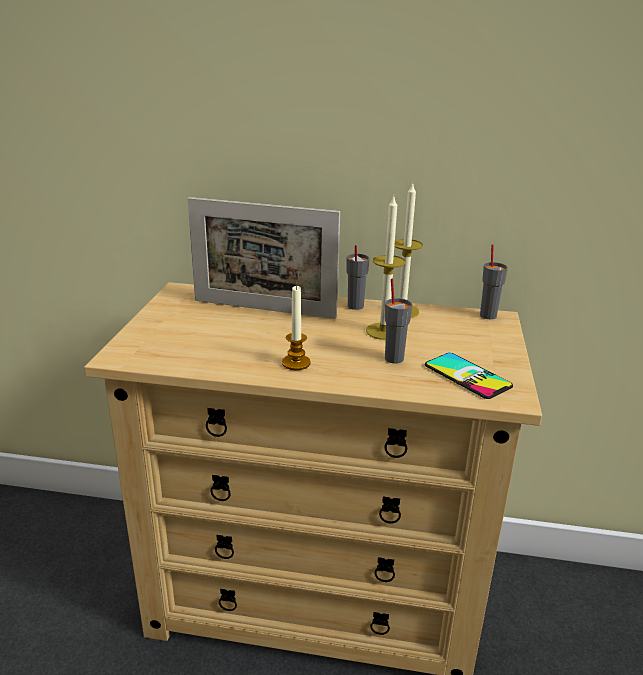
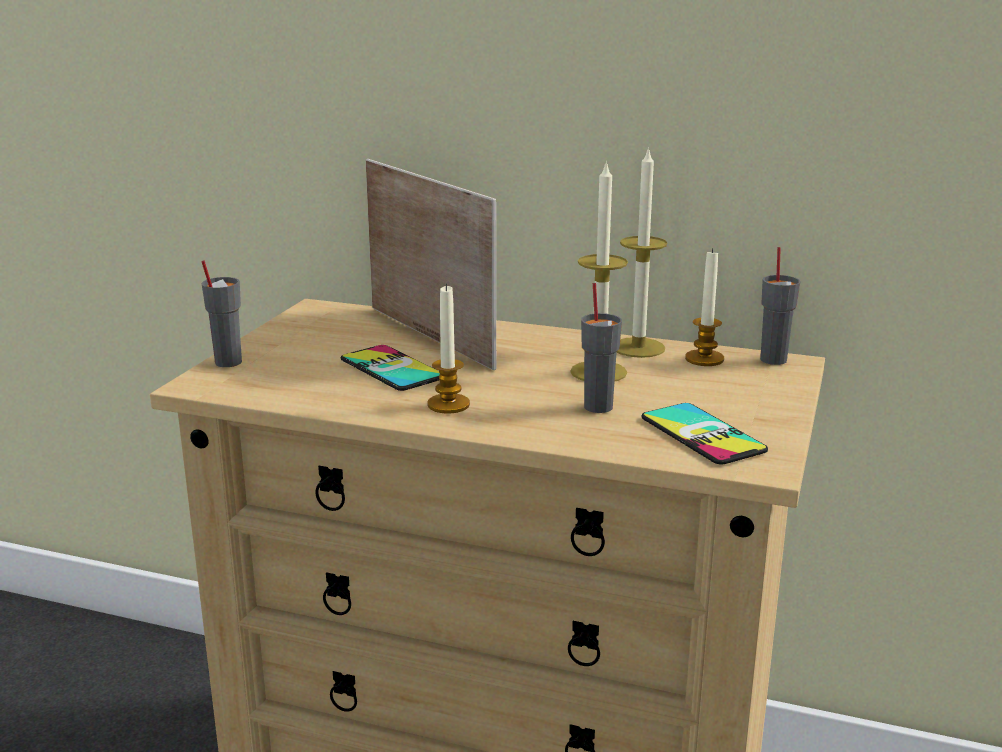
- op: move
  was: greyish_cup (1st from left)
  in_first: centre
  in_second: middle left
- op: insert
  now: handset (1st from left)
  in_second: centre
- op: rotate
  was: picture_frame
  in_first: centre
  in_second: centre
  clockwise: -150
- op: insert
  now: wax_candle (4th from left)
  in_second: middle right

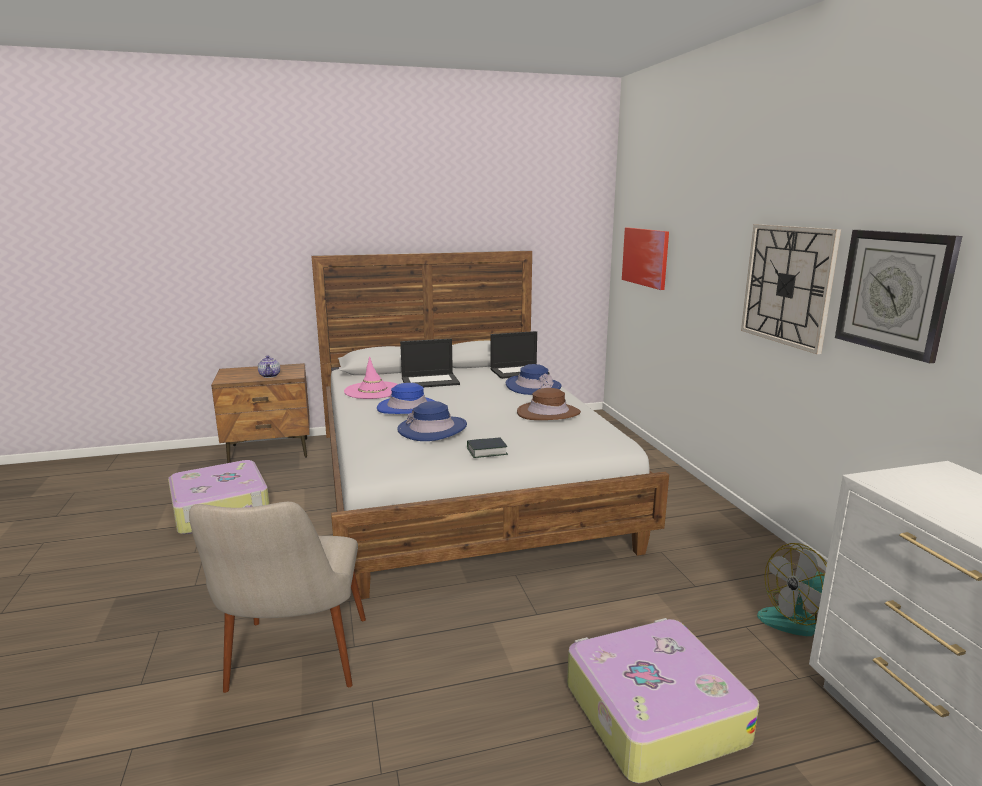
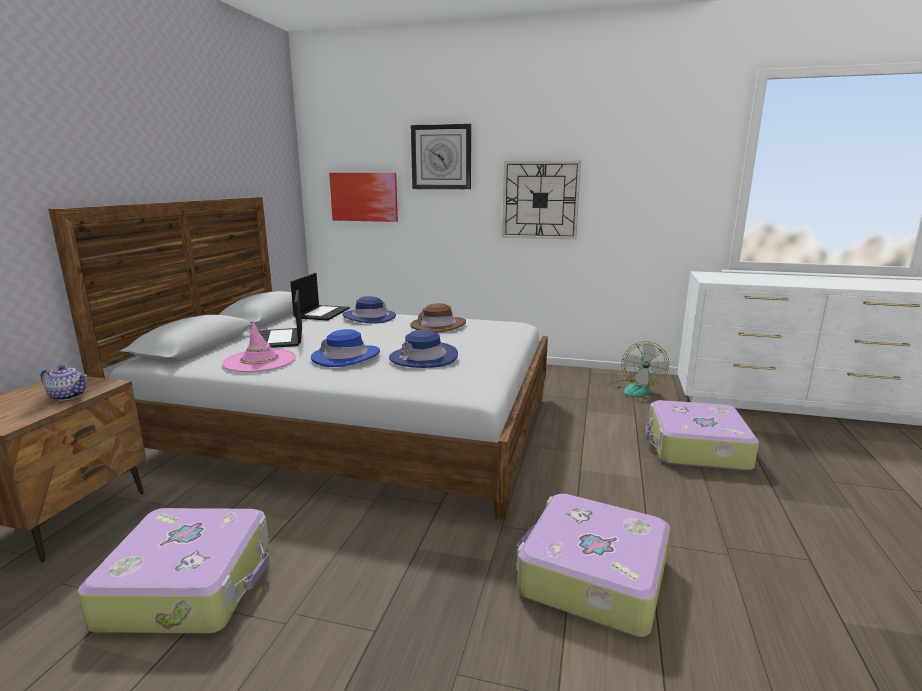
- op: rotate
  was: notebook_computer (1st from left)
  in_first: centre
  in_second: middle left
  clockwise: 150
- op: move
  was: wall_clock (2nd from left in the first image)
  now: wall_clock (1st from left)
  in_first: middle right
  in_second: top centre
- op: replace
  was: sand-coloured_chair
  now: suitcase (2nd from left)
  in_first: bottom left
  in_second: bottom centre
- op: delete
  was: bound_book
  in_first: centre

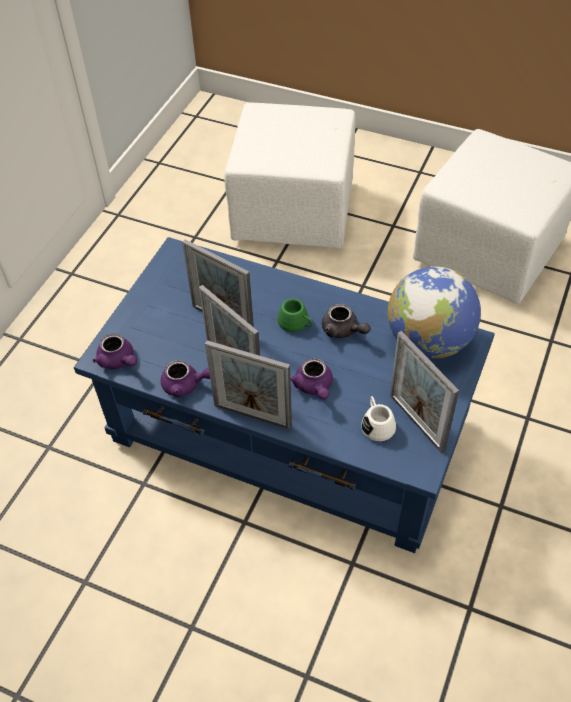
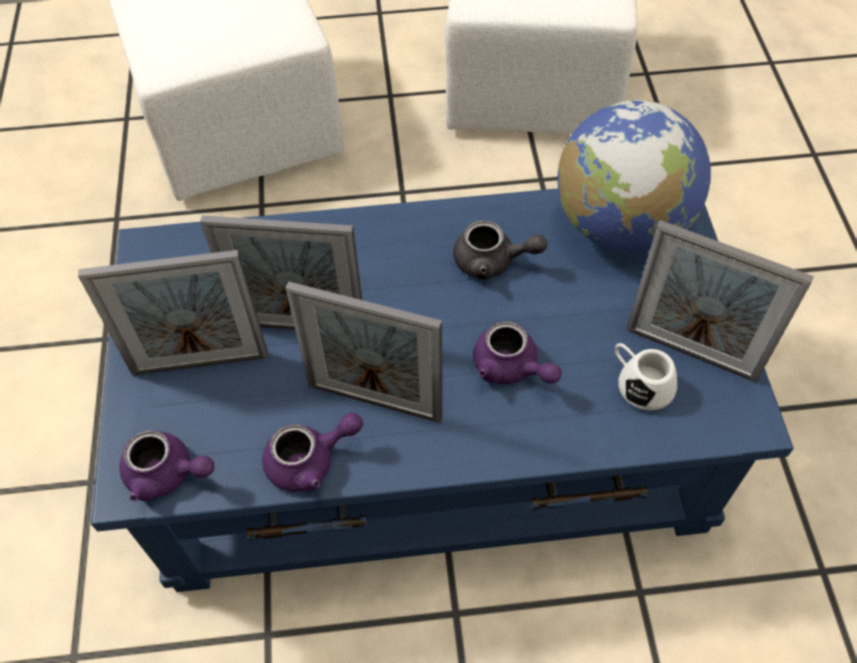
- op: move
  was: picture_frame (3rd from left in the first image)
  now: picture_frame (1st from left)
  in_first: centre
  in_second: middle left
- op: delete
  was: greenish_mug
  in_first: centre

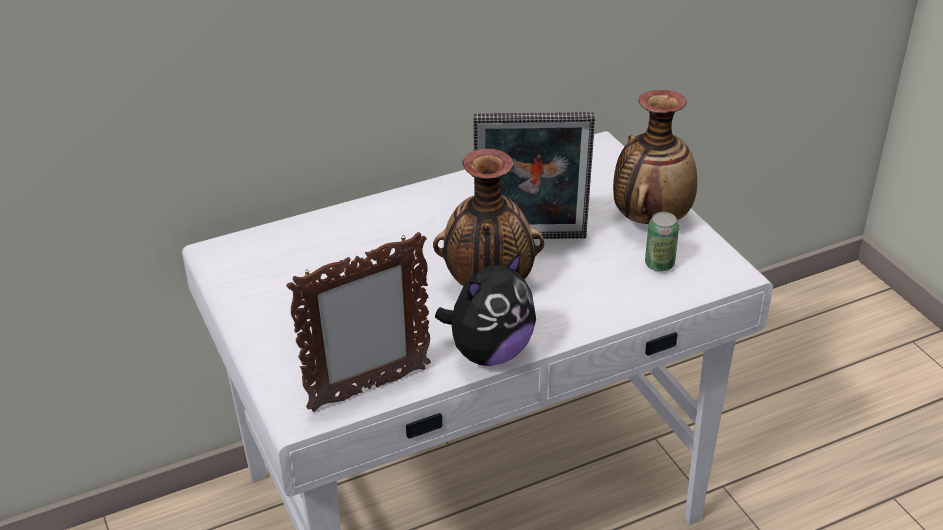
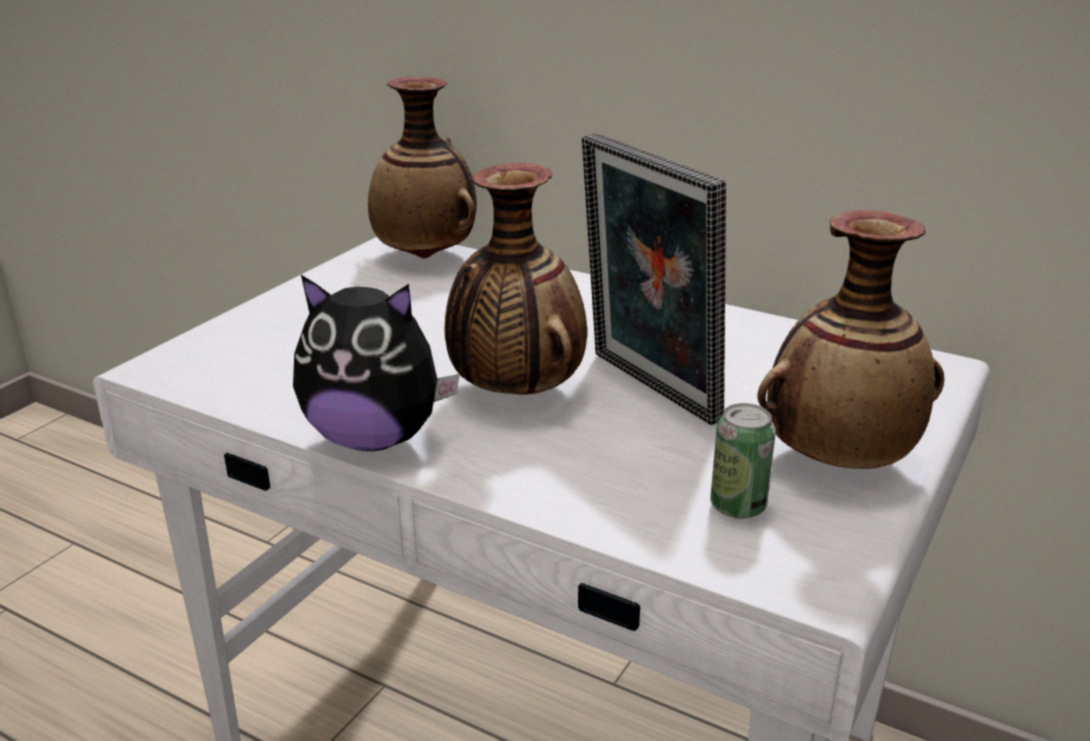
- op: insert
  now: decorative_vase (1st from left)
  in_second: top centre
- op: delete
  was: picture_frame (1st from left)
  in_first: centre

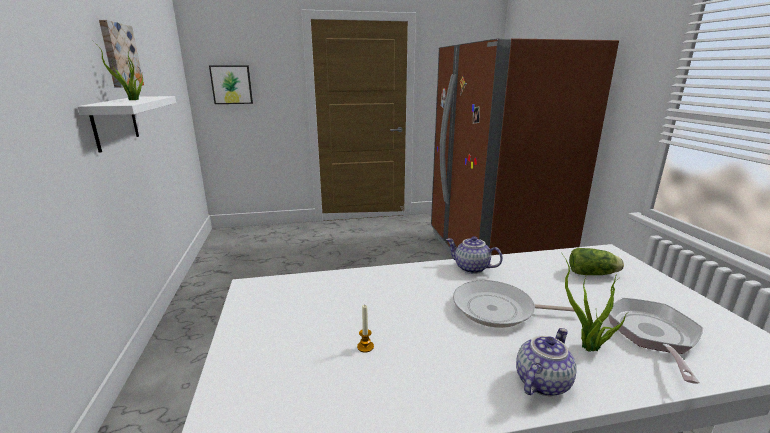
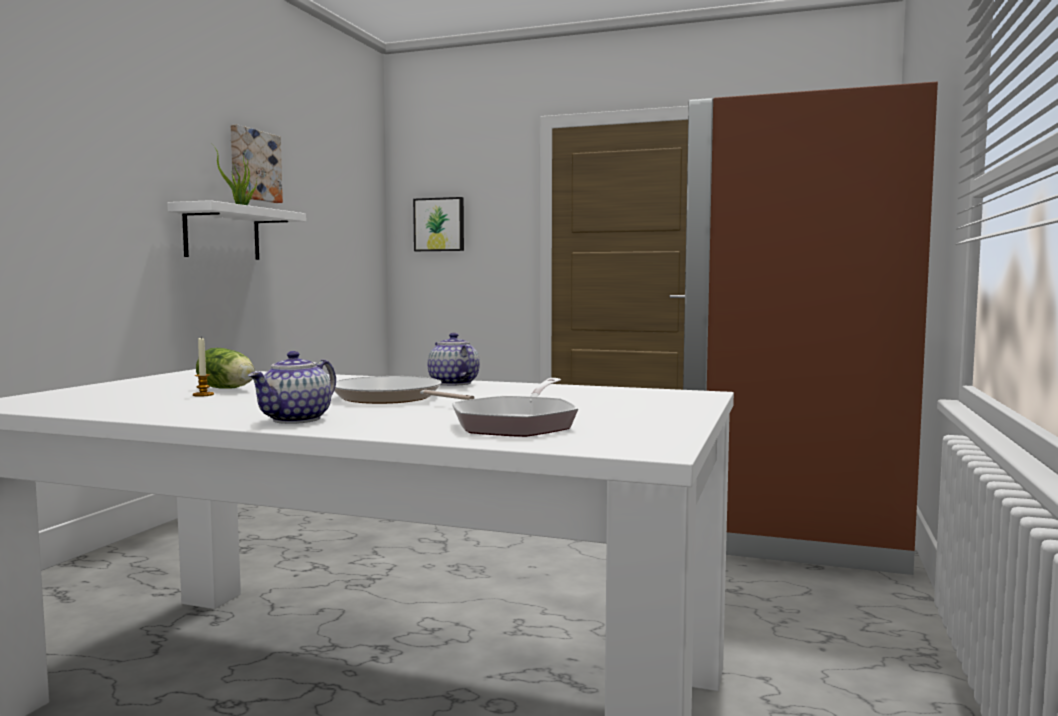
- op: move
  was: lettuce_head
  in_first: middle right
  in_second: middle left
- op: rotate
  was: pot_for_tea (2nd from left in the first image)
  in_first: bottom right
  in_second: middle left
  clockwise: 135
- op: rotate
  was: skillet (2nd from left)
  in_first: bottom right
  in_second: centre
  clockwise: 150
- op: delete
  was: plant_in_a_pot (2nd from left)
  in_first: bottom right

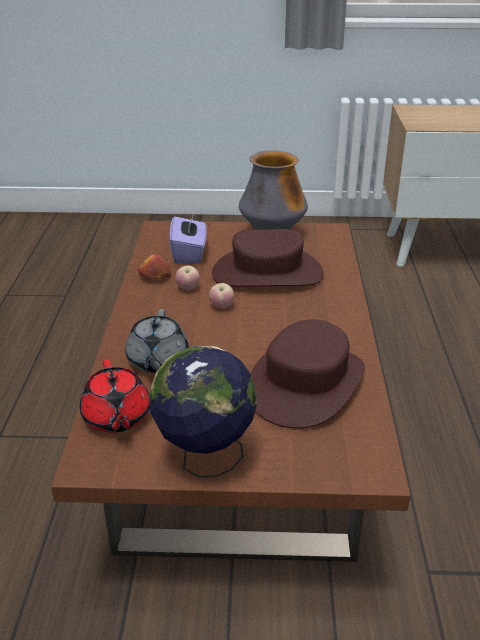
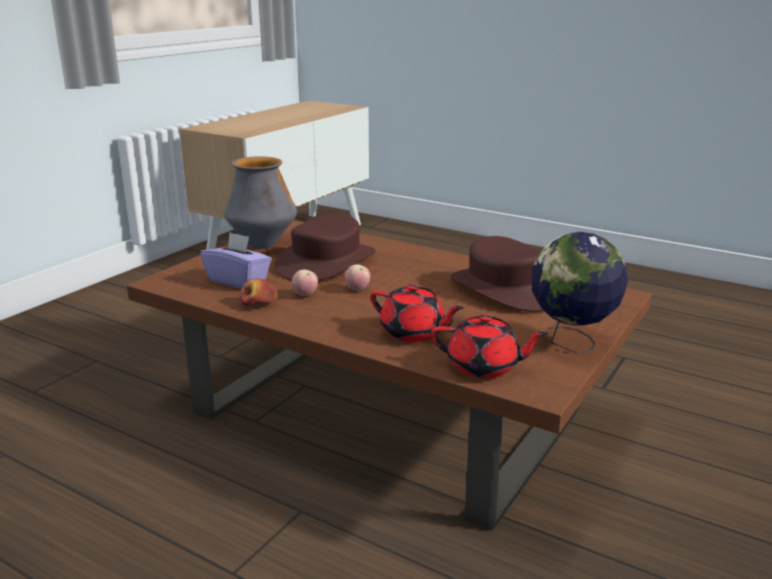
- op: recolor
  was: greyish_pot_for_tea
  now: reddish_pot_for_tea (1st from left)
  in_first: middle left
  in_second: centre

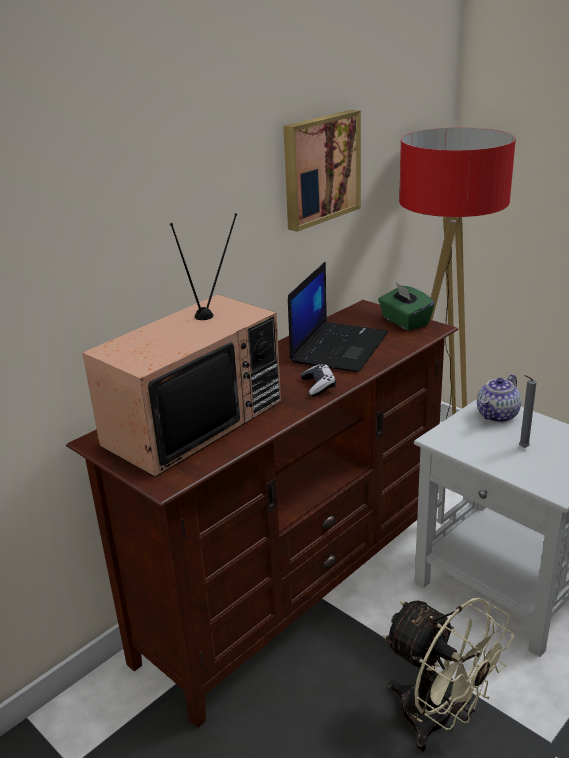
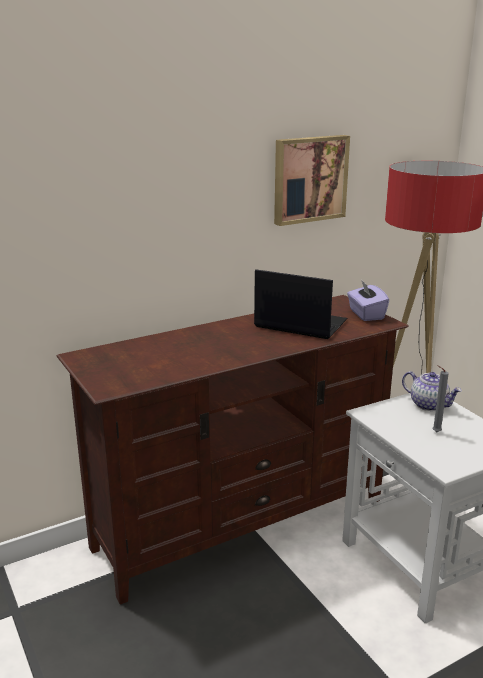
- op: rotate
  was: notebook_computer
  in_first: centre
  in_second: centre
  clockwise: -105
- op: recolor
  was: greenish_tissue_holder
  now: purplish_tissue_holder
  in_first: middle right
  in_second: middle right
- op: rotate
  was: pot_for_tea
  in_first: middle right
  in_second: middle right
  clockwise: -105
- op: delete
  was: TV_set
  in_first: middle left
- op: delete
  was: gamepad
  in_first: centre
- op: delete
  was: sand-coloured_electric_fan
  in_first: bottom right

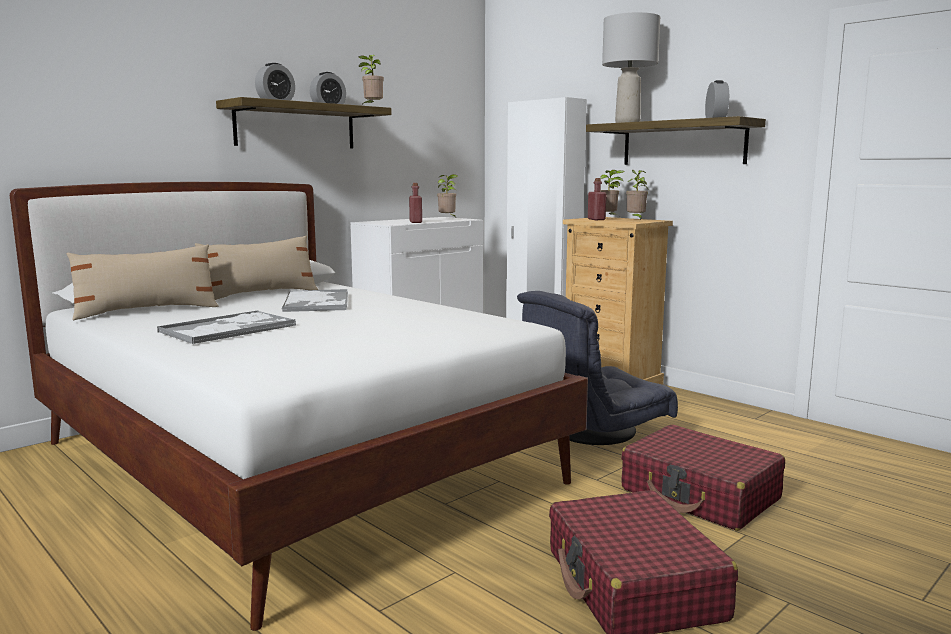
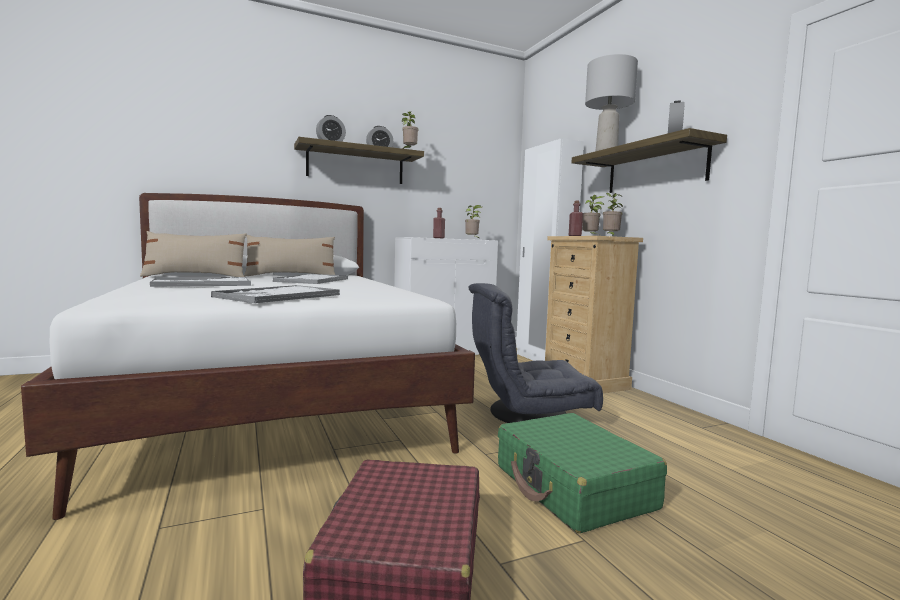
- op: insert
  now: tray (2nd from left)
  in_second: middle left
- op: recolor
  was: reddish_suitcase (2nd from left)
  now: greenish_suitcase
  in_first: bottom right
  in_second: bottom centre

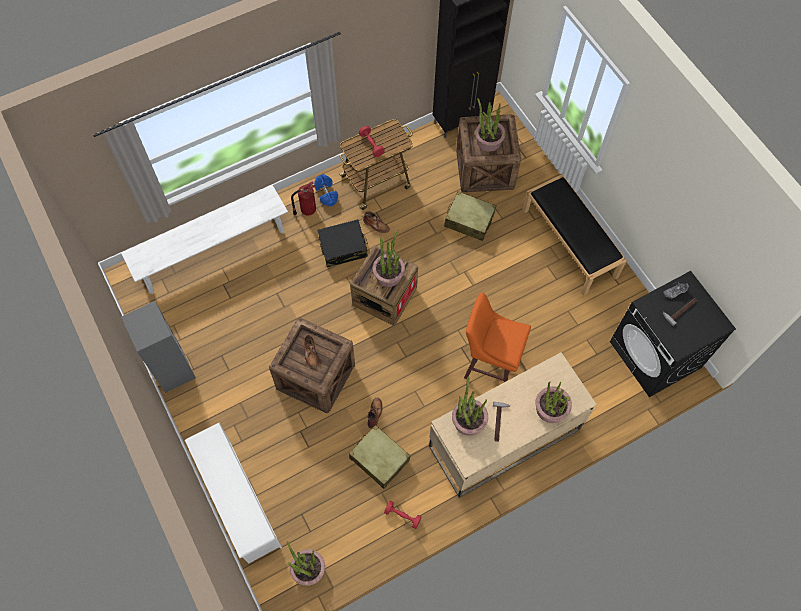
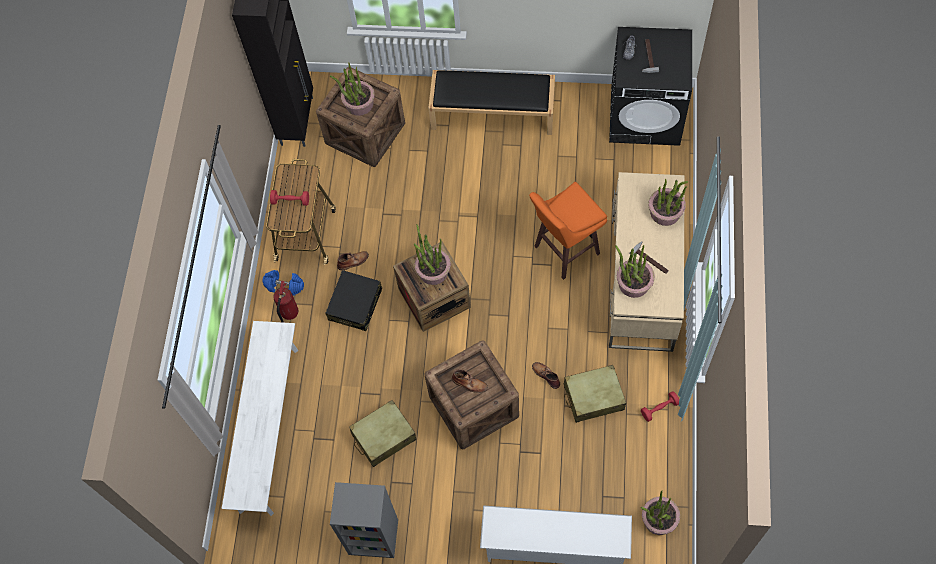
- op: move
  was: sand-coloured_suitcase (2nd from left in the first image)
  now: sand-coloured_suitcase (1st from left)
  in_first: centre
  in_second: bottom centre

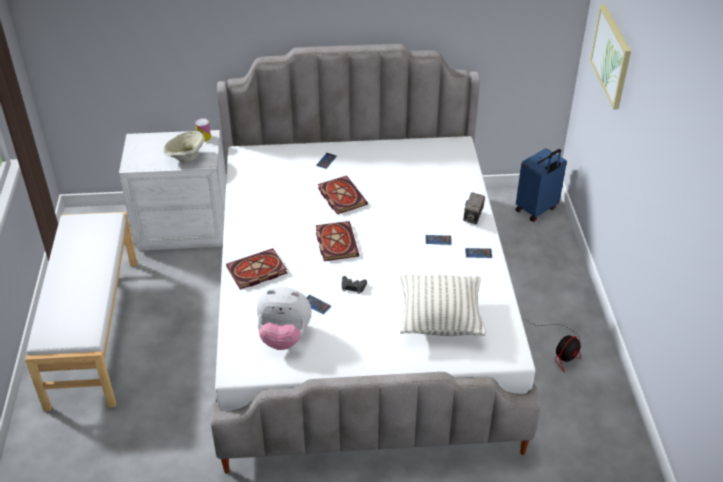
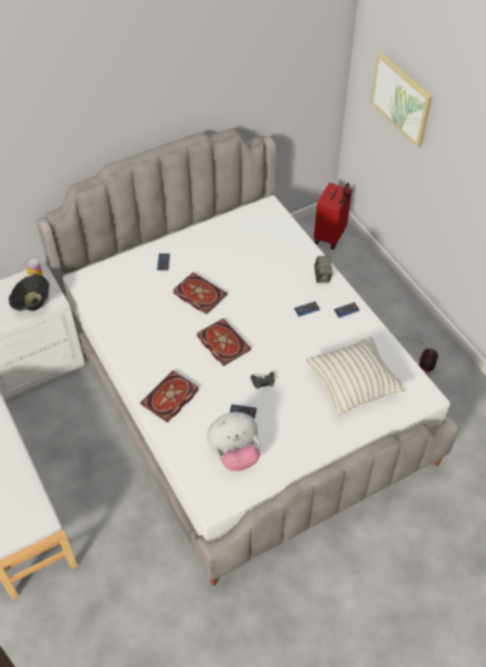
- op: recolor
  was: sand-coloured_serving_bowl
  now: black-coloured_serving_bowl
  in_first: top left
  in_second: middle left
- op: recolor
  was: bluish_suitcase
  now: reddish_suitcase
  in_first: middle right
  in_second: top right

